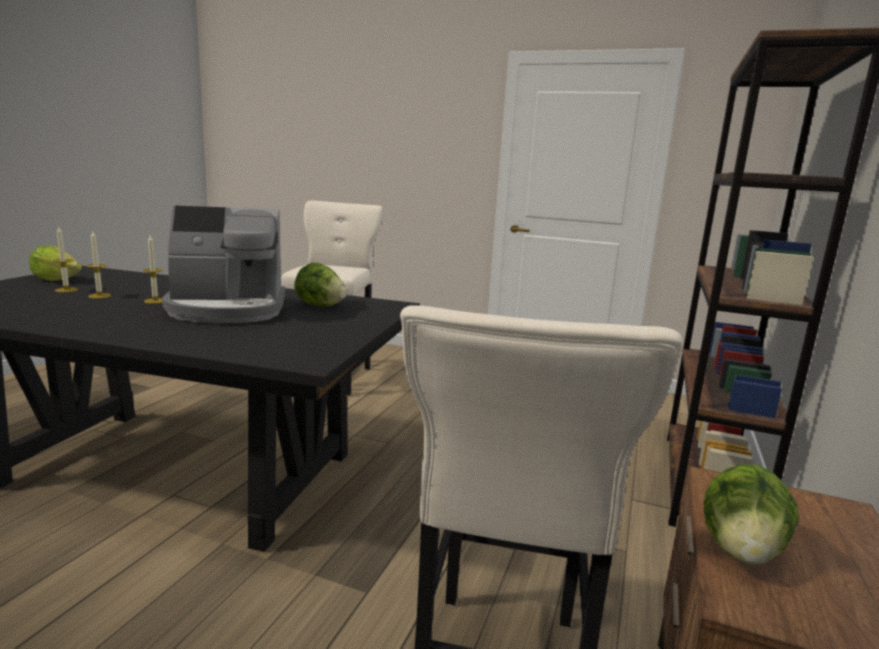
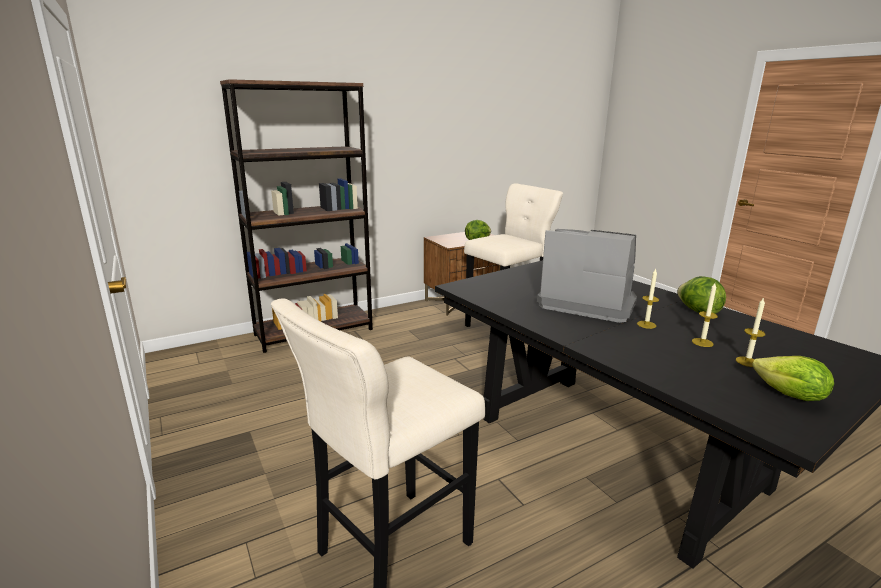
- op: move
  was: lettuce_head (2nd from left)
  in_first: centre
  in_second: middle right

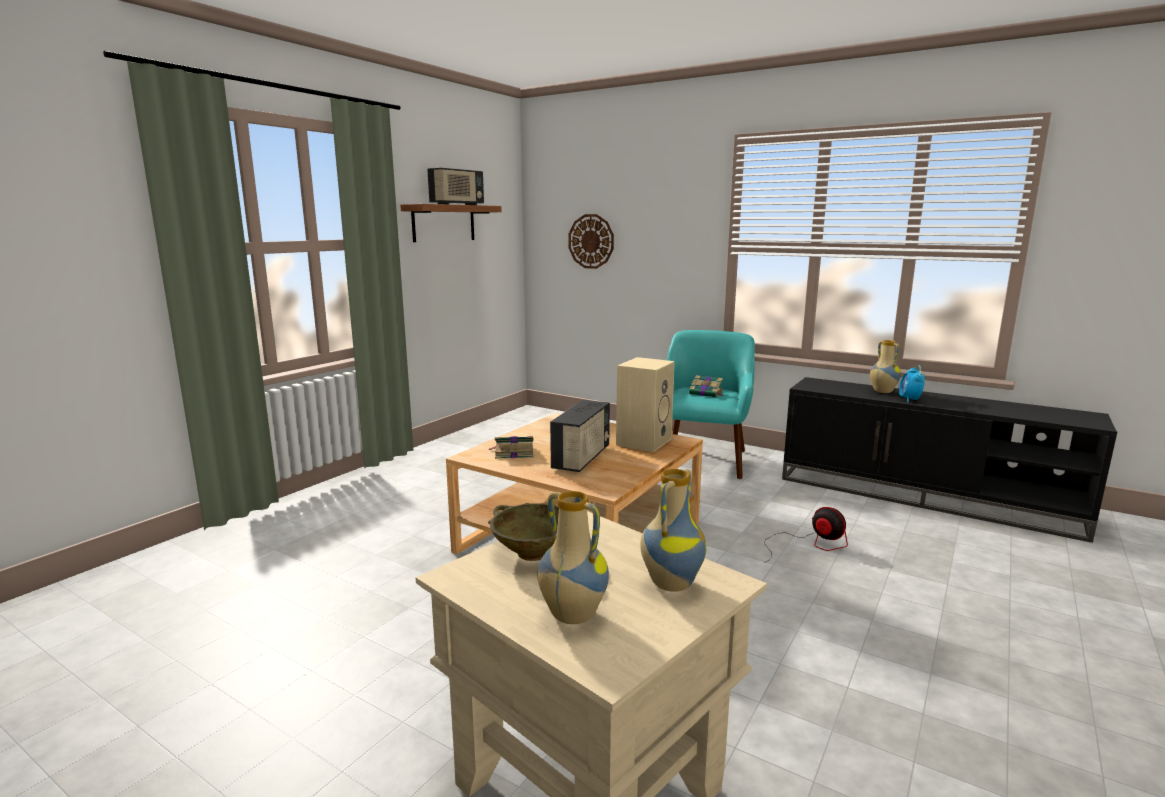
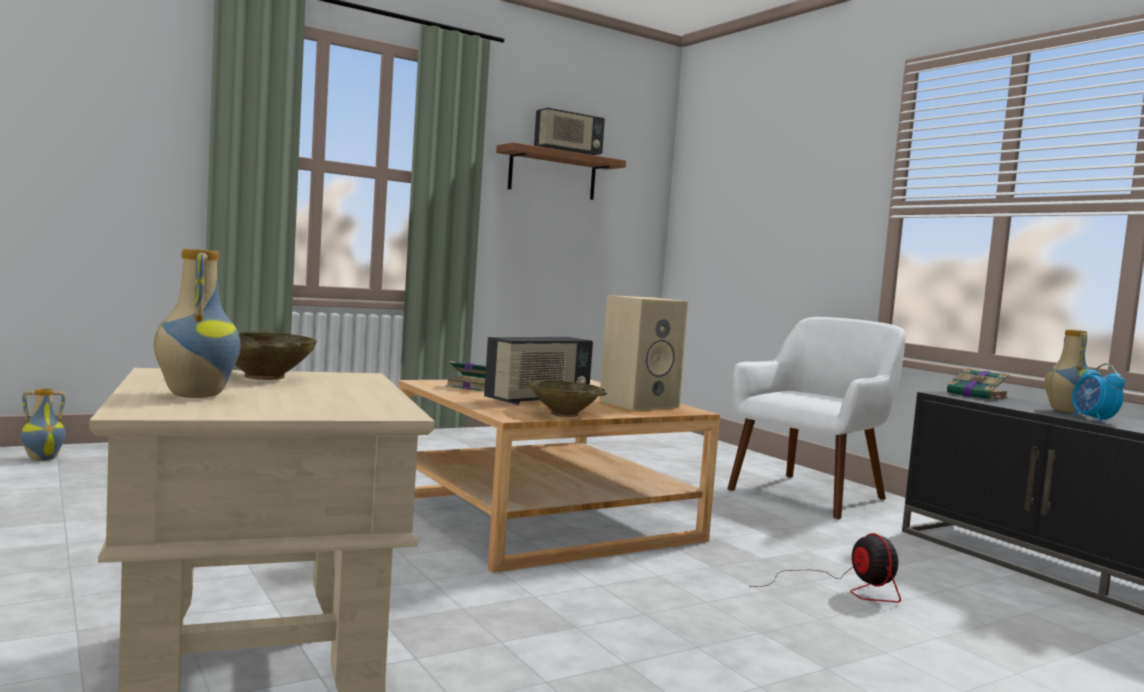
- op: move
  was: decorative_vase (2nd from left in the first image)
  now: decorative_vase (1st from left)
  in_first: centre
  in_second: middle left
- op: insert
  now: sand-coloured_serving_bowl (2nd from left)
  in_second: centre
- op: recolor
  was: blue-green_armchair
  now: white-coloured_armchair
  in_first: centre
  in_second: middle right
- op: move
  was: bound_book (2nd from left)
  in_first: centre
  in_second: middle right
- op: rotate
  was: bedside_clock
  in_first: middle right
  in_second: middle right
  clockwise: -45
- op: delete
  was: wall_clock
  in_first: top centre

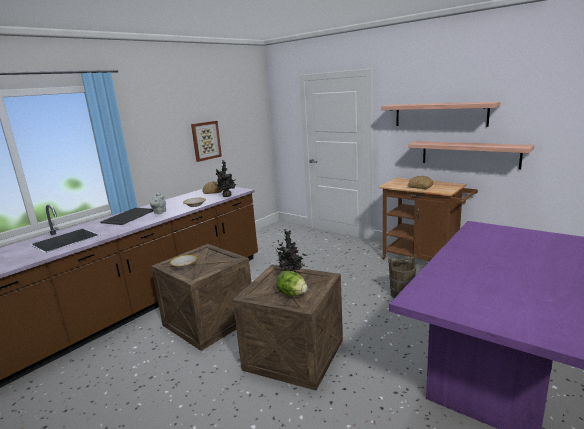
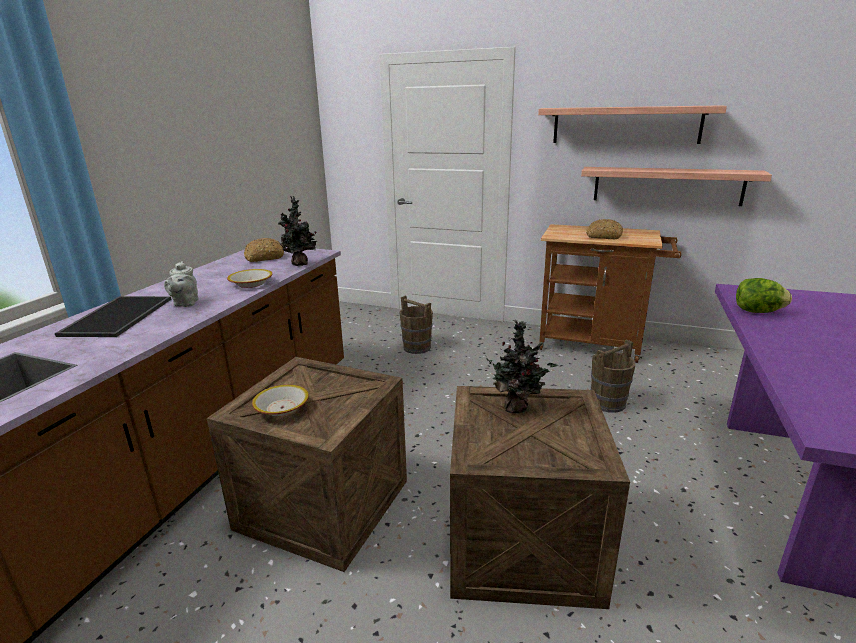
- op: insert
  now: brown_bucket (1st from left)
  in_second: centre
- op: move
  was: lettuce_head
  in_first: centre
  in_second: middle right
- op: delete
  was: wall_art
  in_first: top centre

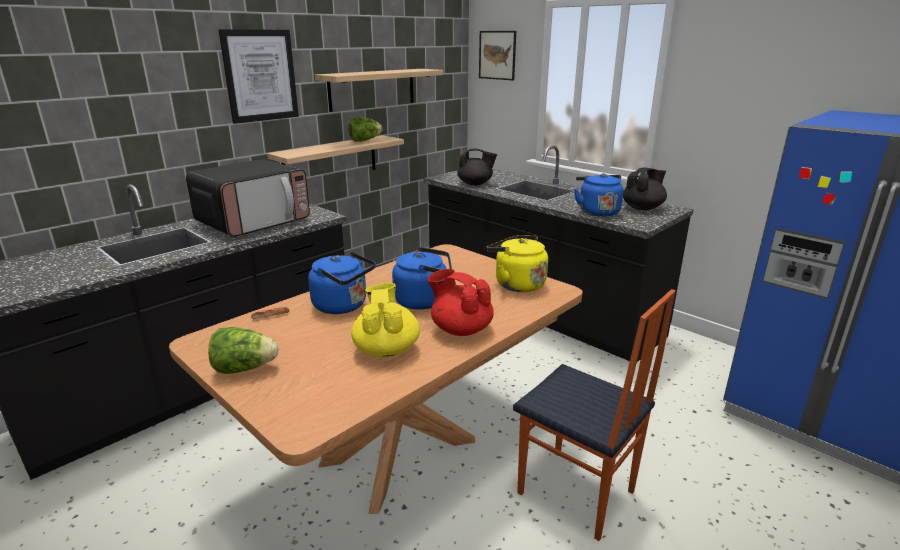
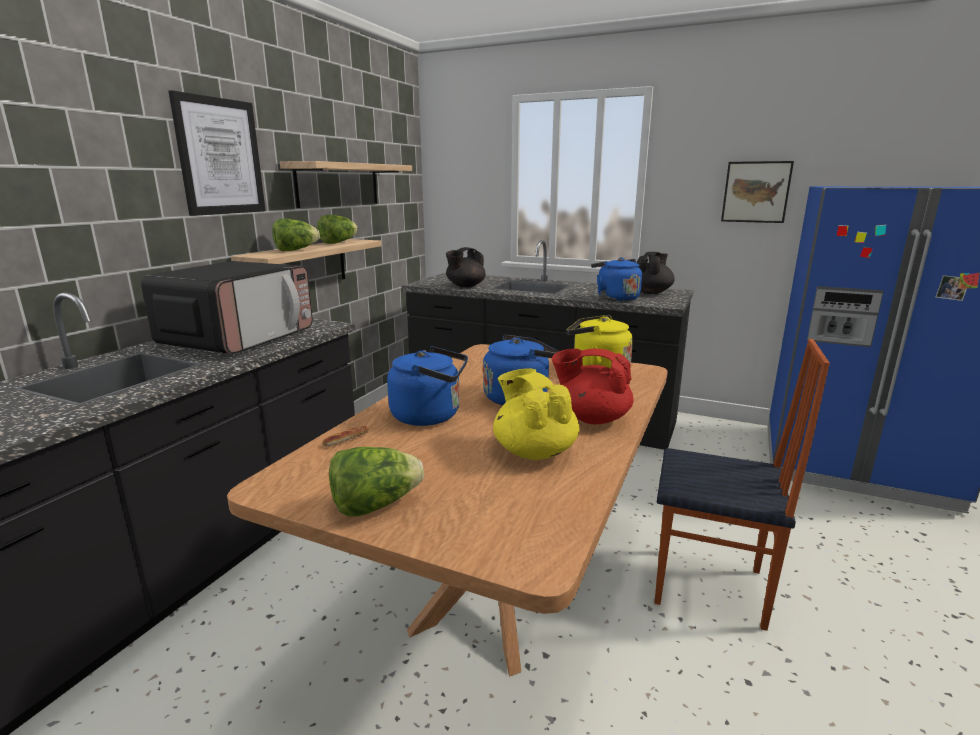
- op: insert
  now: lettuce_head (1st from left)
  in_second: top left
- op: rotate
  was: black-coloured_pot_for_tea (1st from left)
  in_first: top centre
  in_second: centre
  clockwise: 150
- op: move
  was: wall_art (2nd from left)
  in_first: top centre
  in_second: top right

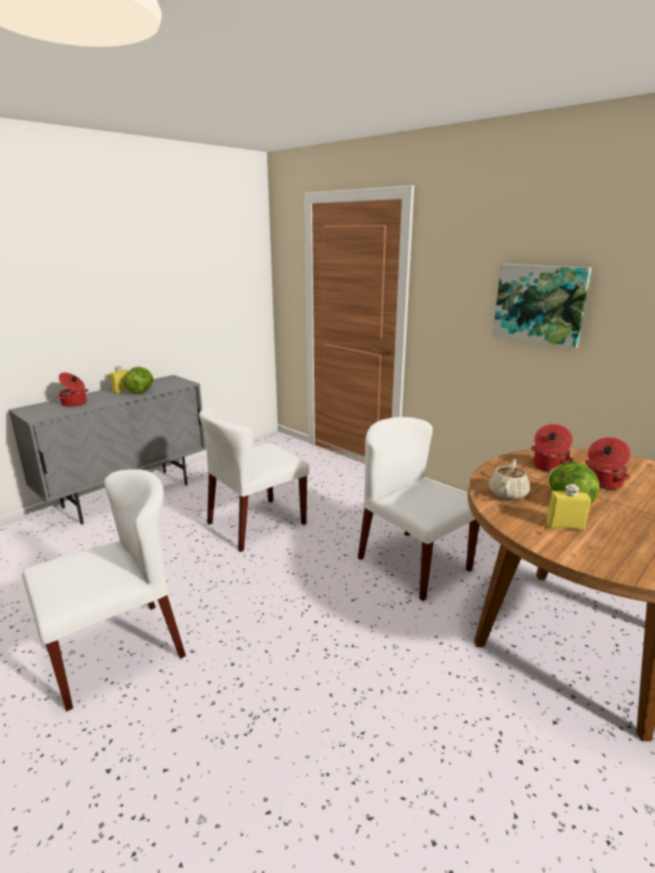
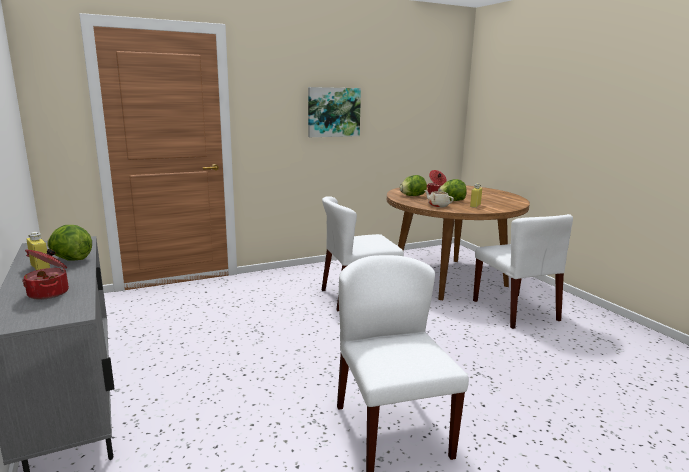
- op: replace
  was: saucepot (2nd from left)
  now: lettuce_head (2nd from left)
  in_first: middle right
  in_second: centre
- op: move
  was: white-coloured_chair (2nd from left in the first image)
  now: white-coloured_chair (3rd from left)
  in_first: centre
  in_second: middle right

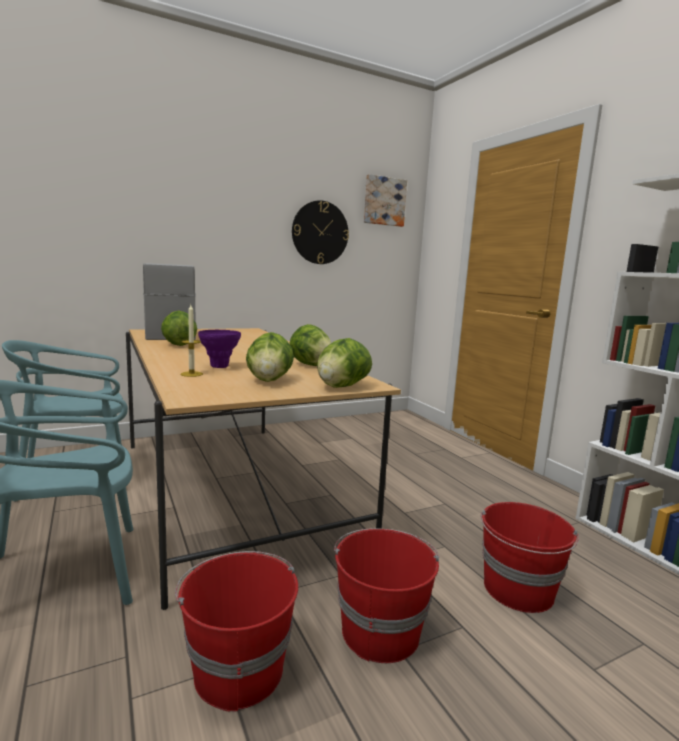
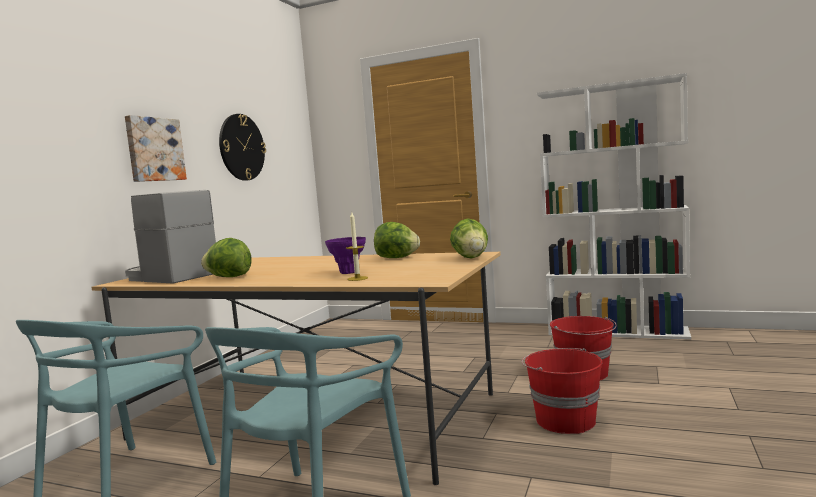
- op: move
  was: wall_art
  in_first: top centre
  in_second: top left
- op: delete
  was: reddish_bucket (1st from left)
  in_first: bottom centre
- op: delete
  was: lettuce_head (2nd from left)
  in_first: centre

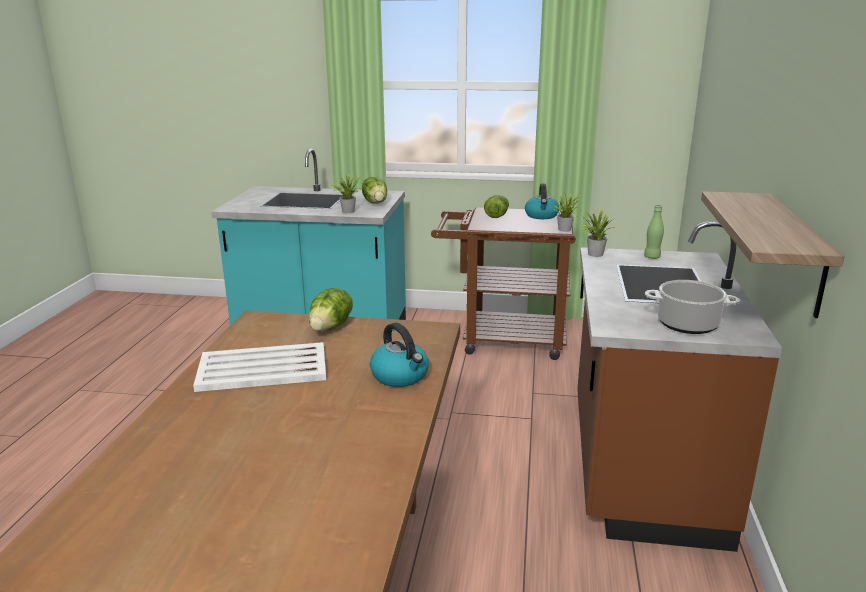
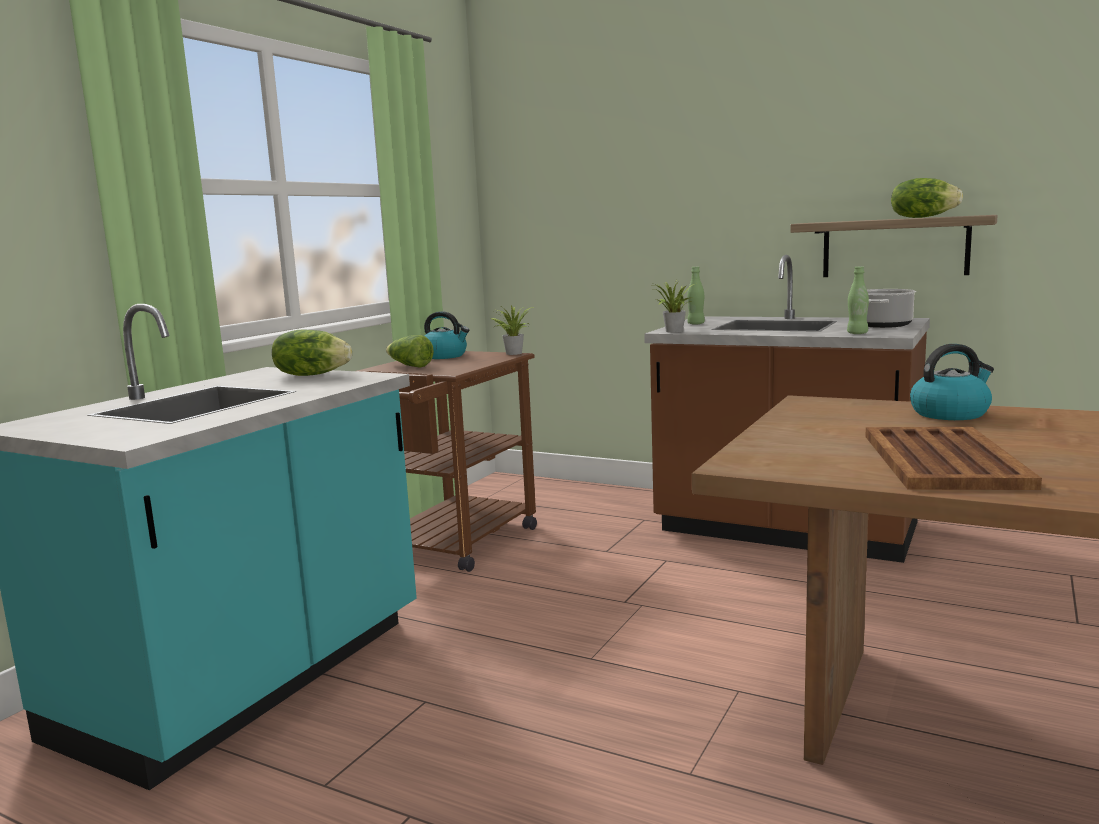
- op: insert
  now: greenish_bottle (2nd from left)
  in_second: middle right
- op: recolor
  was: white-coloured_tray
  now: brown_tray
  in_first: middle left
  in_second: middle right
- op: move
  was: lettuce_head (1st from left in the first image)
  now: lettuce_head (3rd from left)
  in_first: centre
  in_second: top right
- op: delete
  was: plant_in_a_pot (1st from left)
  in_first: top centre

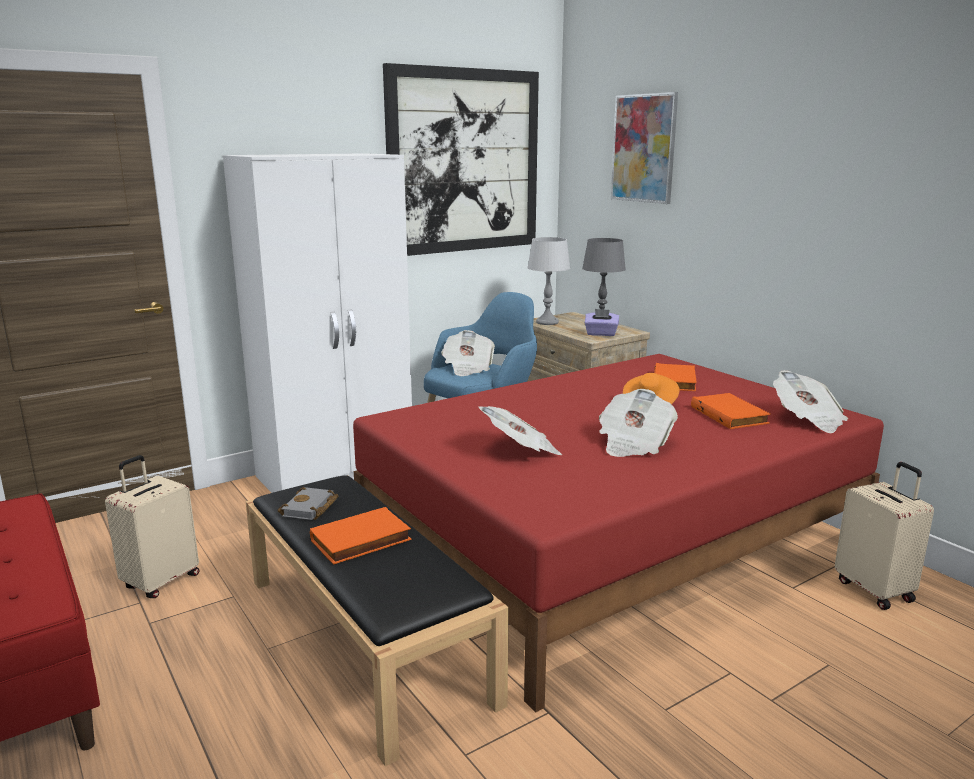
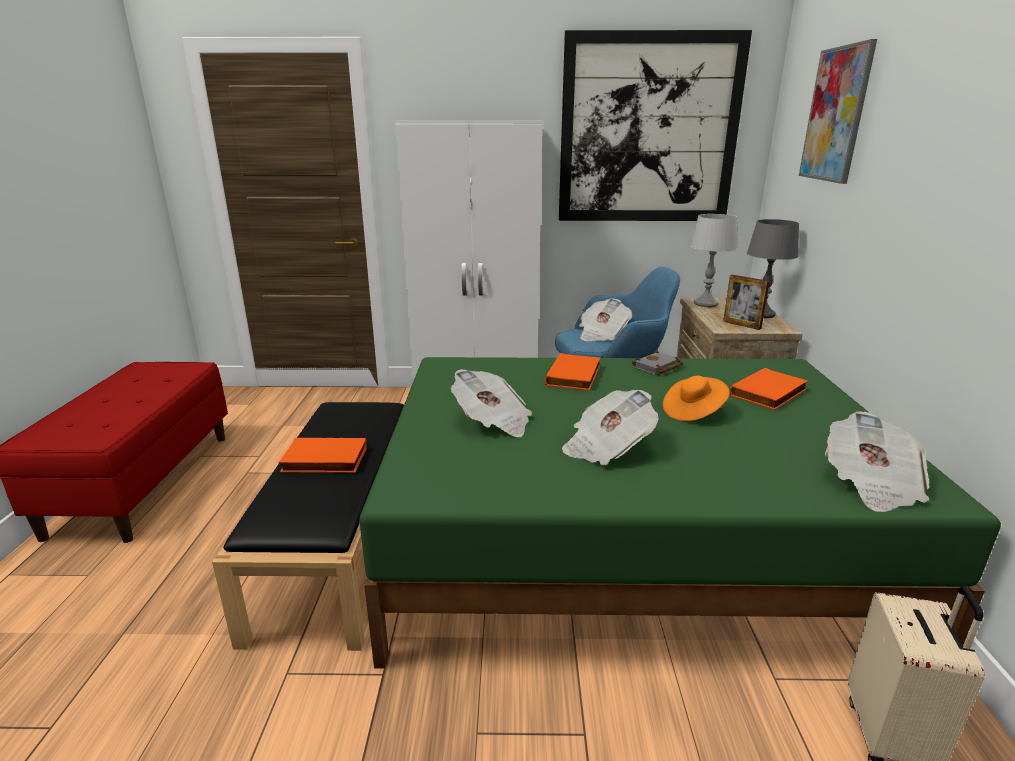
- op: recolor
  was: reddish_bed
  now: greenish_bed
  in_first: bottom centre
  in_second: bottom right
- op: move
  was: orangey_bound_book (3rd from left in the first image)
  now: orangey_bound_book (2nd from left)
  in_first: middle right
  in_second: centre
- op: move
  was: greyish_bound_book
  in_first: middle left
  in_second: centre
- op: replace
  was: purplish_tissue_holder
  now: picture_frame
  in_first: centre
  in_second: middle right
- op: delete
  was: sand-coloured_suitcase (1st from left)
  in_first: bottom left

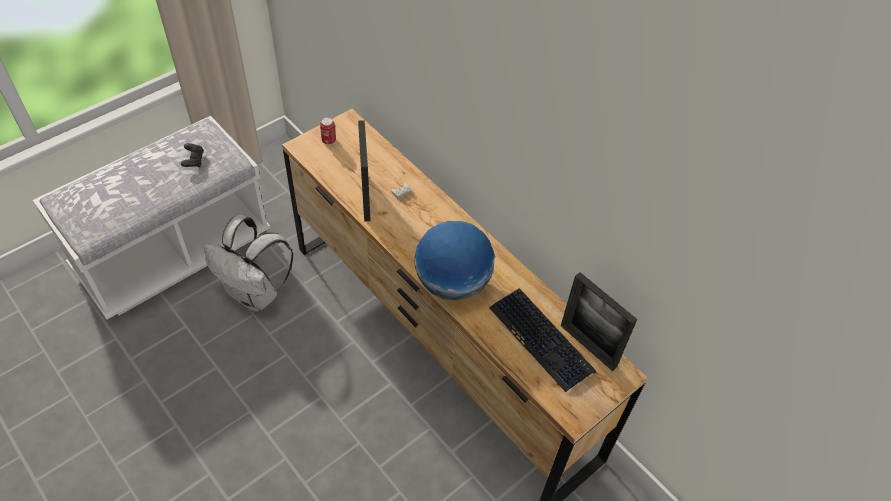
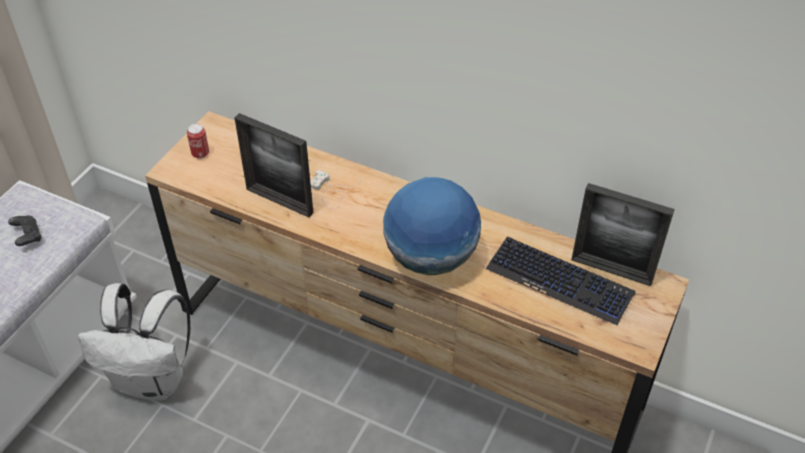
- op: rotate
  was: picture_frame (1st from left)
  in_first: centre
  in_second: centre
  clockwise: 150

